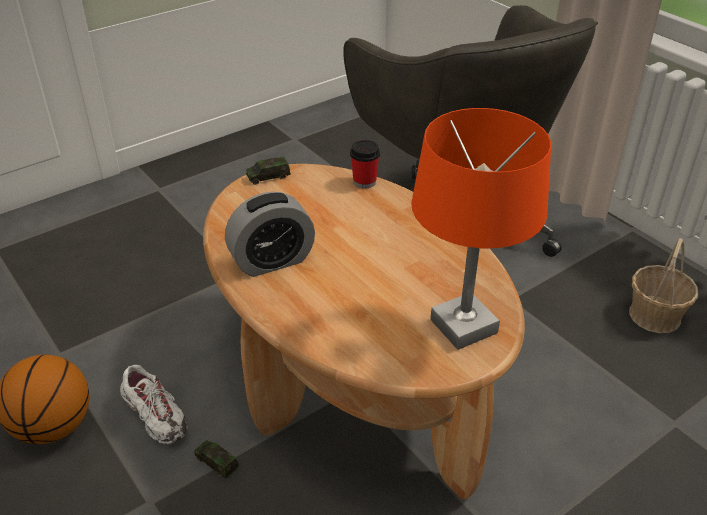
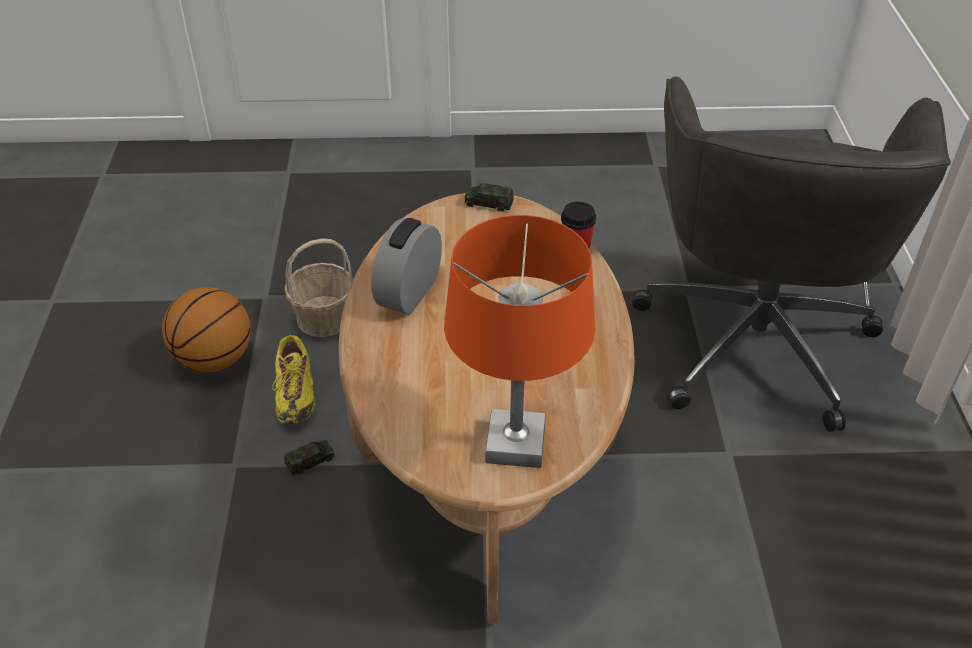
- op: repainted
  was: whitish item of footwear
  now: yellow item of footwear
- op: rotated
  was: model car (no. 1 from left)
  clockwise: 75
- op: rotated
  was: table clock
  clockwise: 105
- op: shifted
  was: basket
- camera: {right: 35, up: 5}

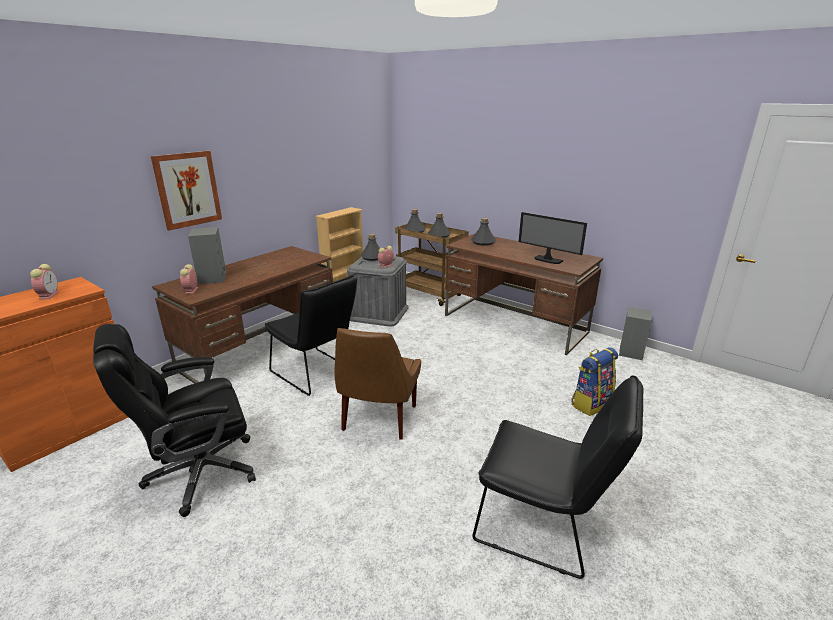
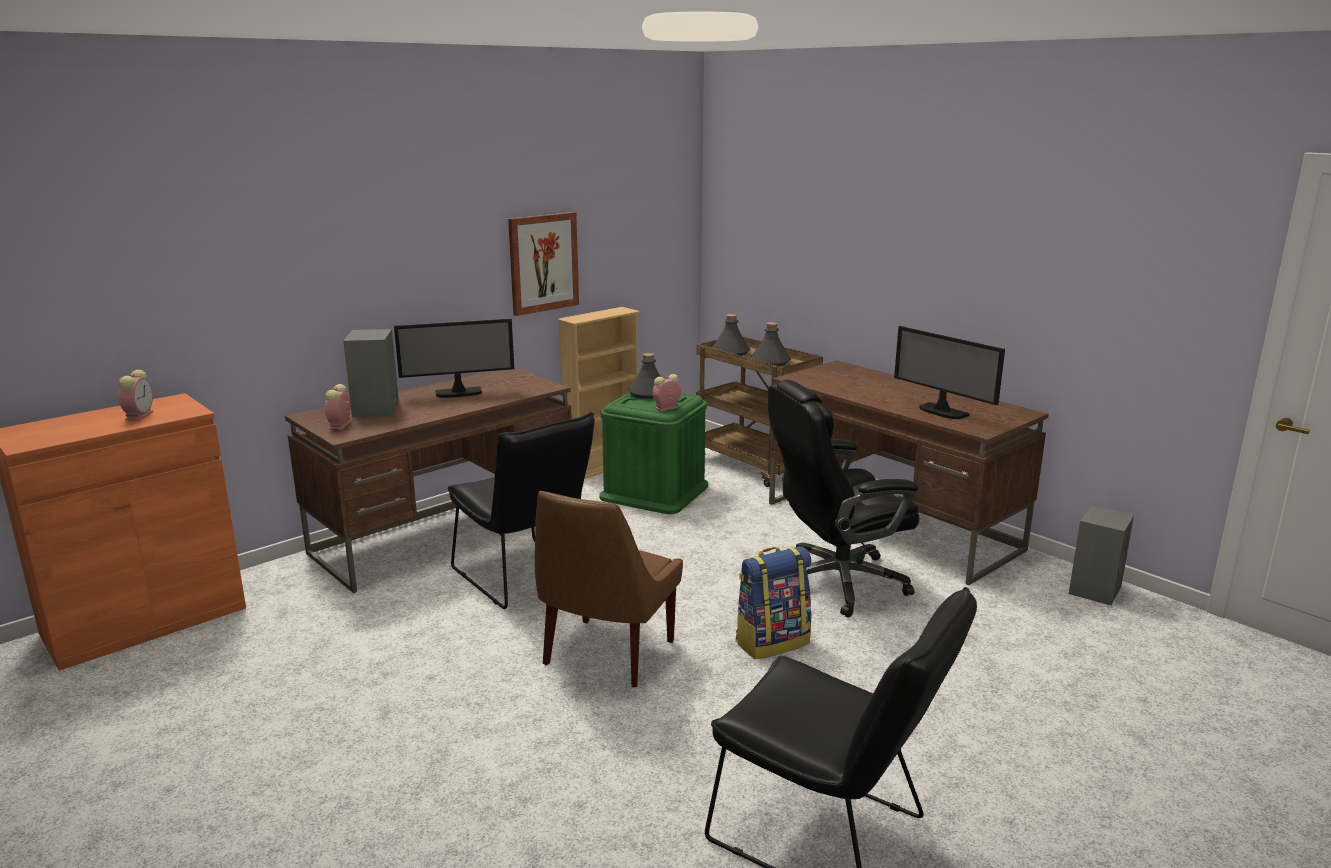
- op: shifted
  was: black-coloured computer chair
- op: shifted
  was: wall art
- op: repainted
  was: greyish storage box
  now: green storage box
- op: gone
  was: greyish bottle (no. 4 from left)
- op: shifted
  was: rucksack
- op: new
  now: monitor (no. 1 from left)
- camera: {right: 10, up: -5}

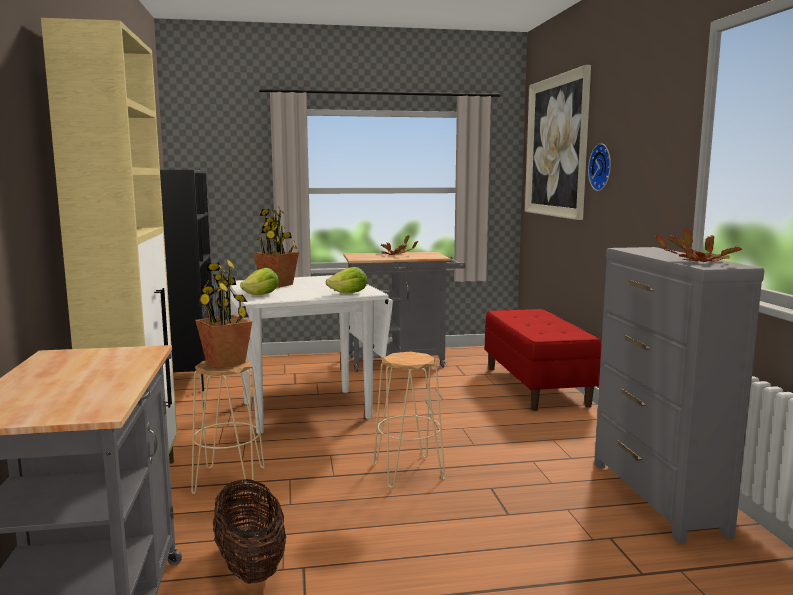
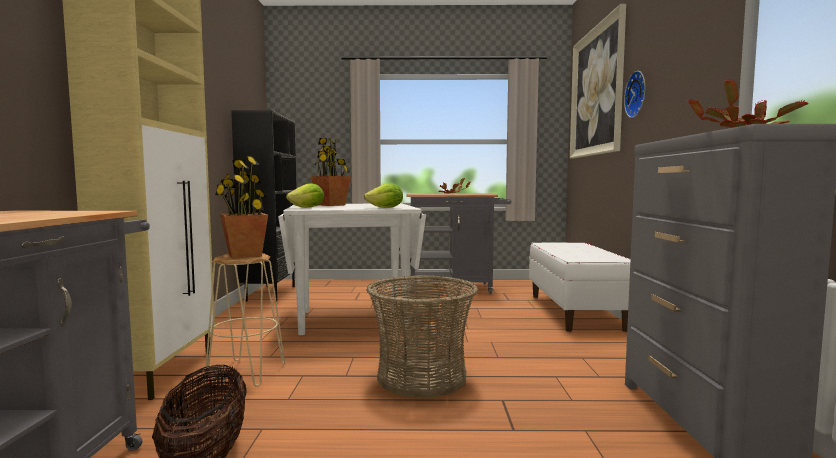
- op: swapped
  was: beige sitting stool (no. 2 from left)
  now: basket (no. 2 from left)
- op: repainted
  was: reddish bench
  now: whitish bench
- camera: {right: 10, up: -5}

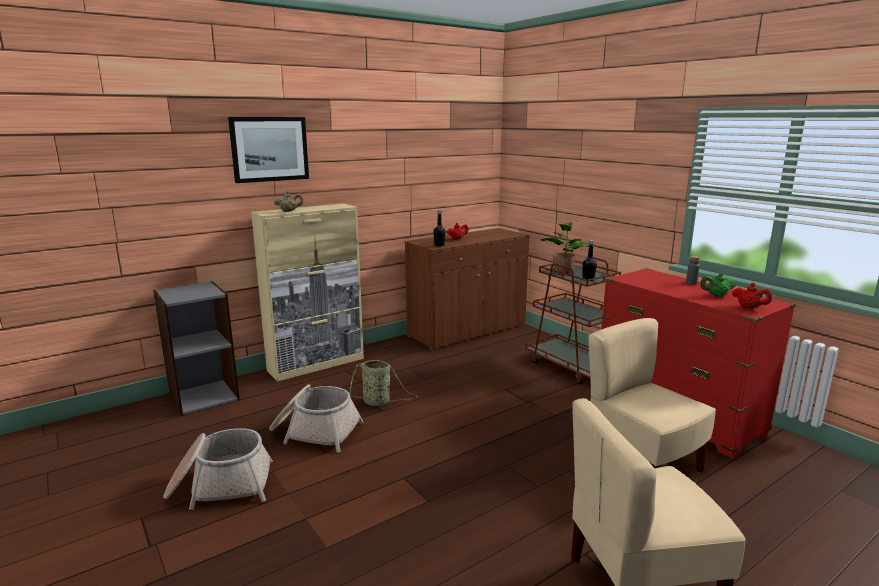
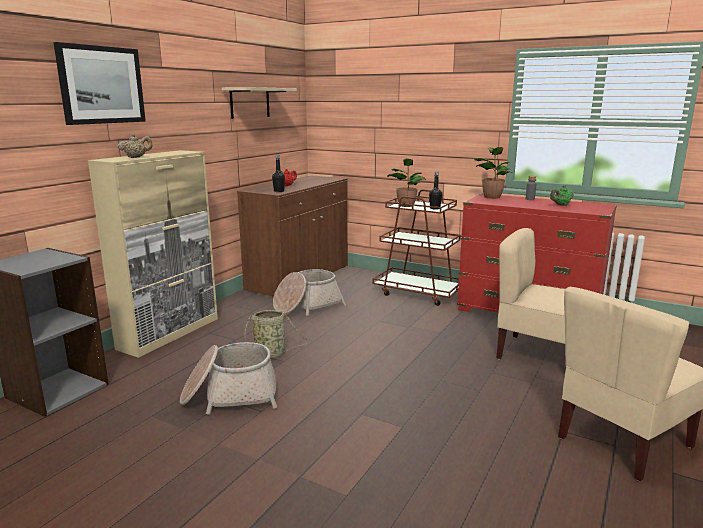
- op: shifted
  was: basket (no. 1 from left in the first image)
  now: basket (no. 3 from left)
- op: gone
  was: reddish teapot (no. 2 from left)
- op: new
  now: beige wall shelf
- op: new
  now: houseplant (no. 2 from left)
- camera: {right: -25, up: 0}

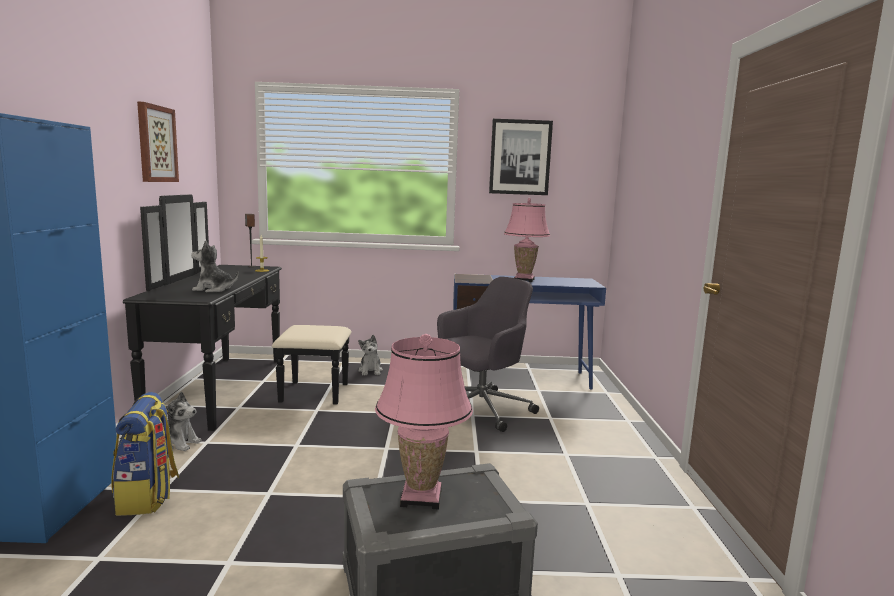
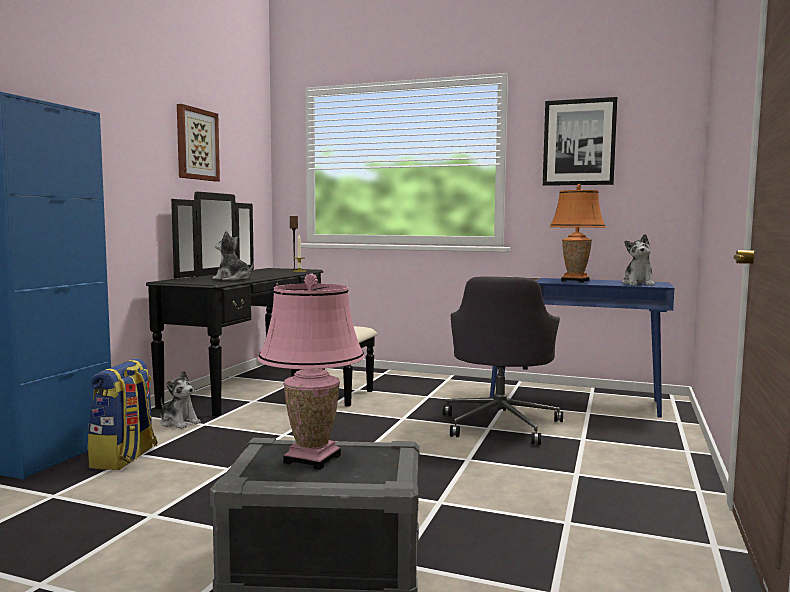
- op: shifted
  was: cuddly toy (no. 3 from left)
- op: rotated
  was: greyish computer chair
  clockwise: 120
- op: repainted
  was: pink-coloured tabletop lamp (no. 2 from left)
  now: orangey tabletop lamp
- camera: {right: 20, up: -5}

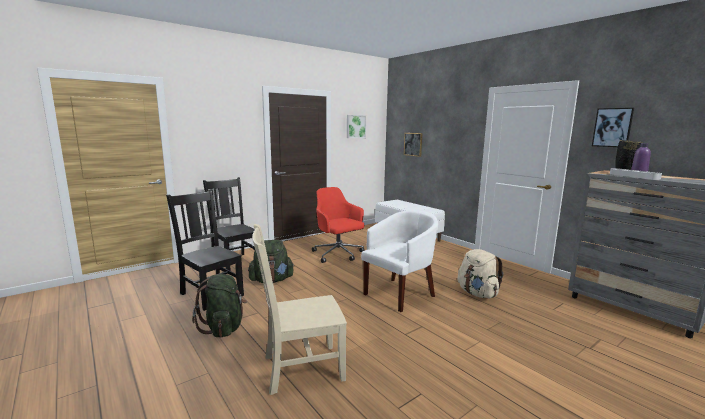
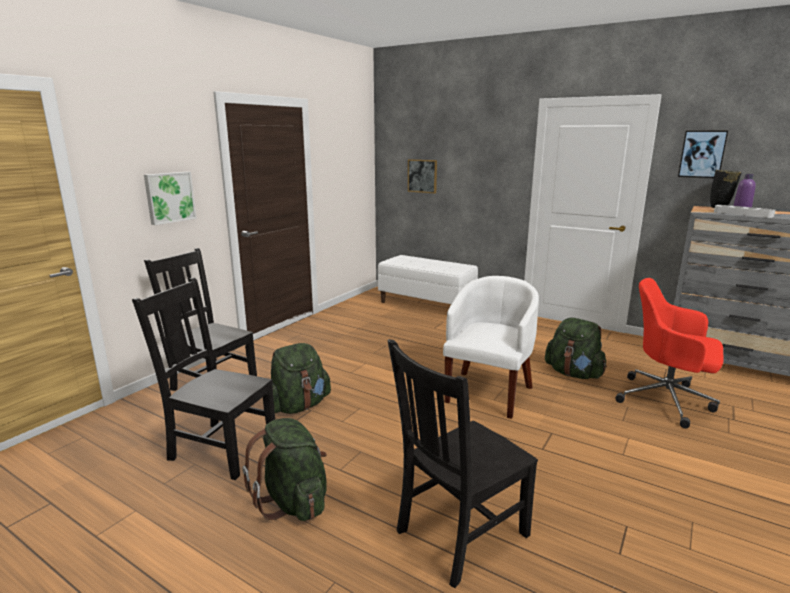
- op: repainted
  was: beige plain chair
  now: black-coloured plain chair (no. 3 from left)
- op: shifted
  was: reddish computer chair
- op: shifted
  was: wall art (no. 1 from left)
- op: repainted
  was: beige rucksack
  now: green rucksack (no. 3 from left)
- camera: {right: -20, up: 5}

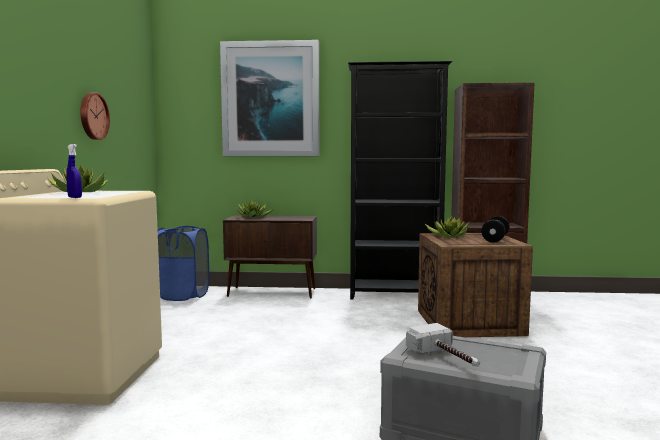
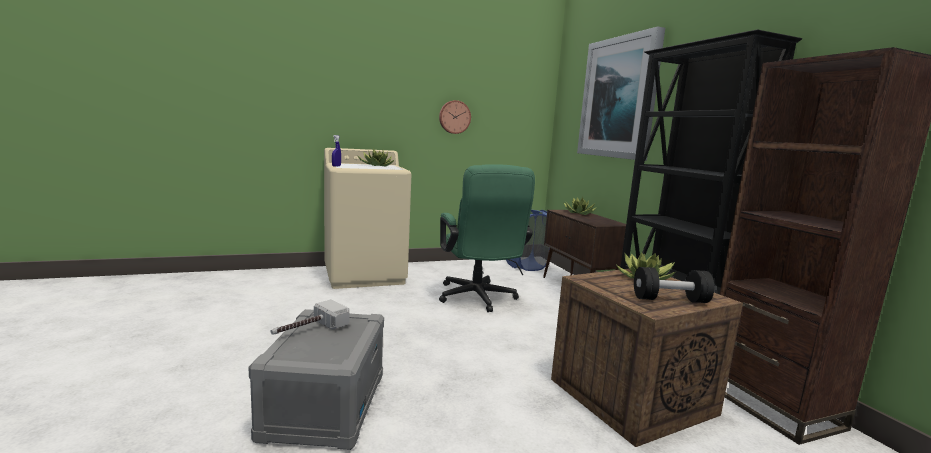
- op: new
  now: green computer chair
- camera: {right: 65, up: 5}

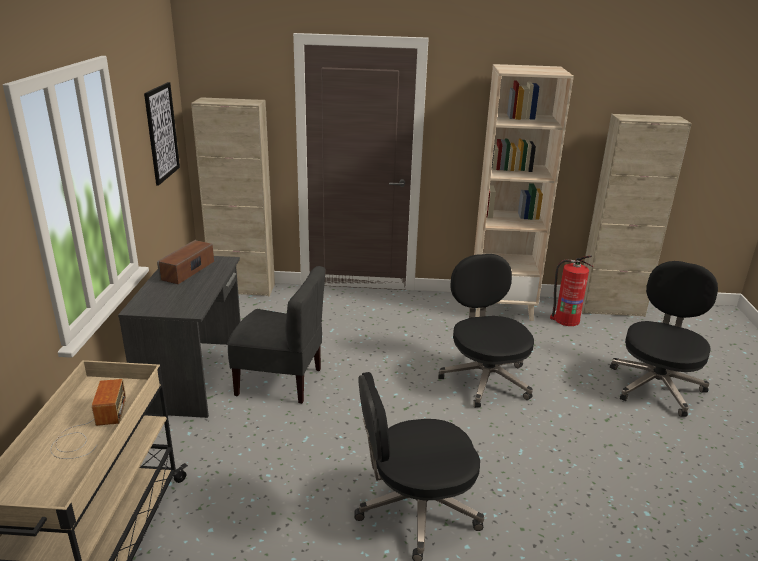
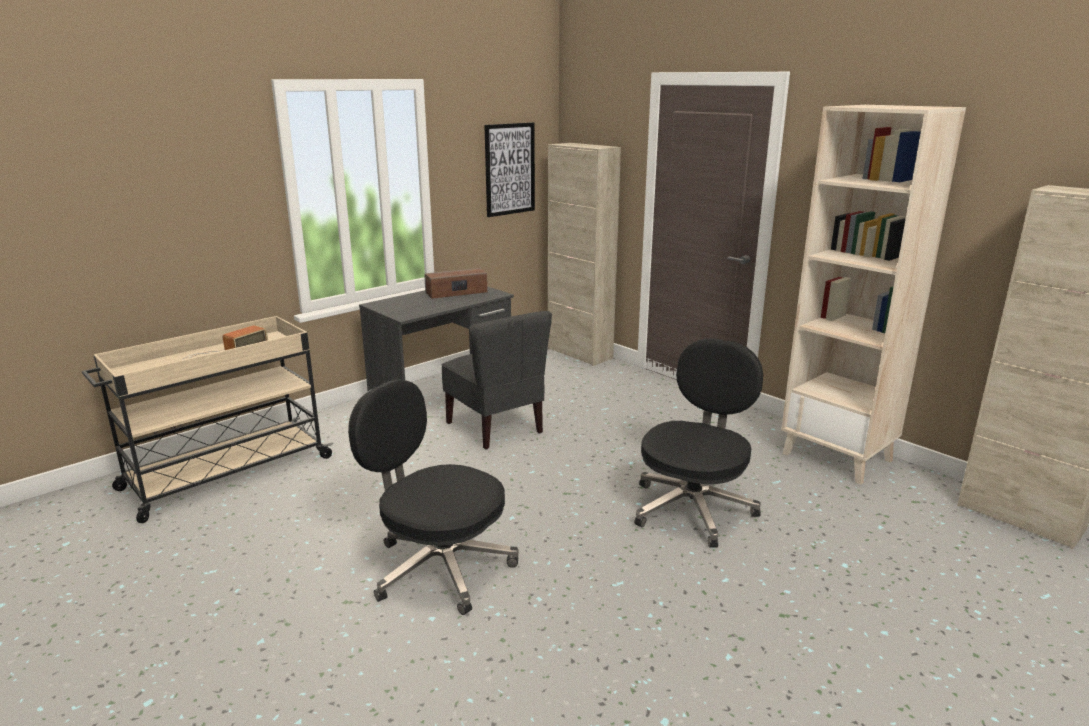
- op: gone
  was: extinguisher
- op: gone
  was: black-coloured computer chair (no. 3 from left)
- camera: {right: 45, up: -5}

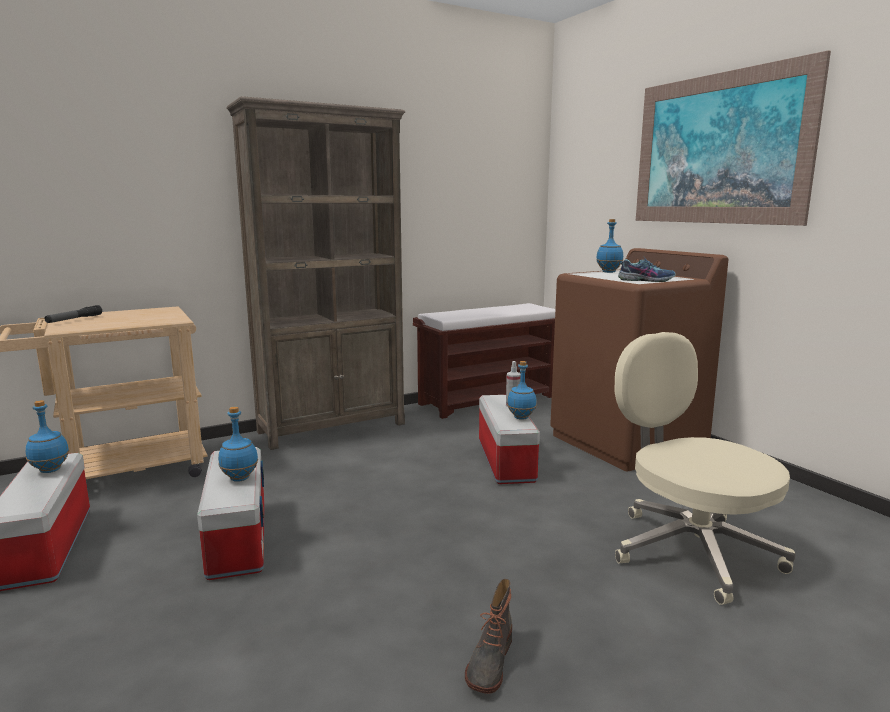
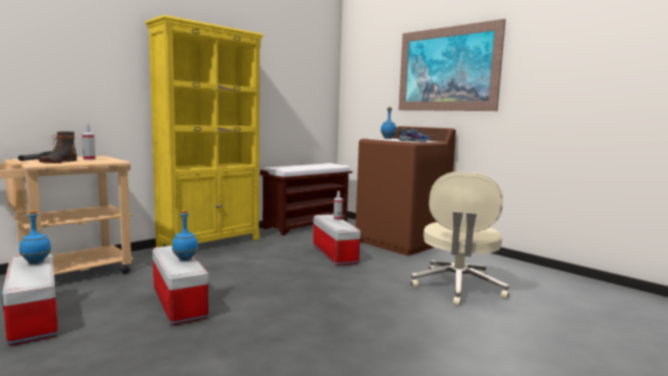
- op: repainted
  was: brown-coloured bookshelf
  now: yellow bookshelf
- op: shifted
  was: high-top boot
- op: gone
  was: blue bottle (no. 3 from left)
- op: rotated
  was: beige computer chair
  clockwise: -120
- op: new
  now: sprayer (no. 1 from left)
- camera: {right: -15, up: -5}

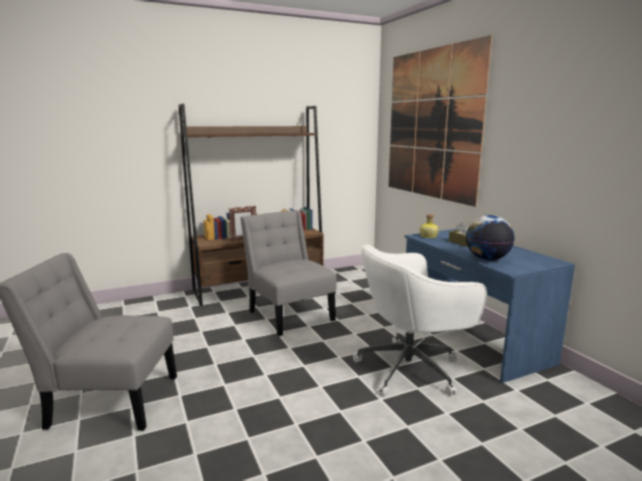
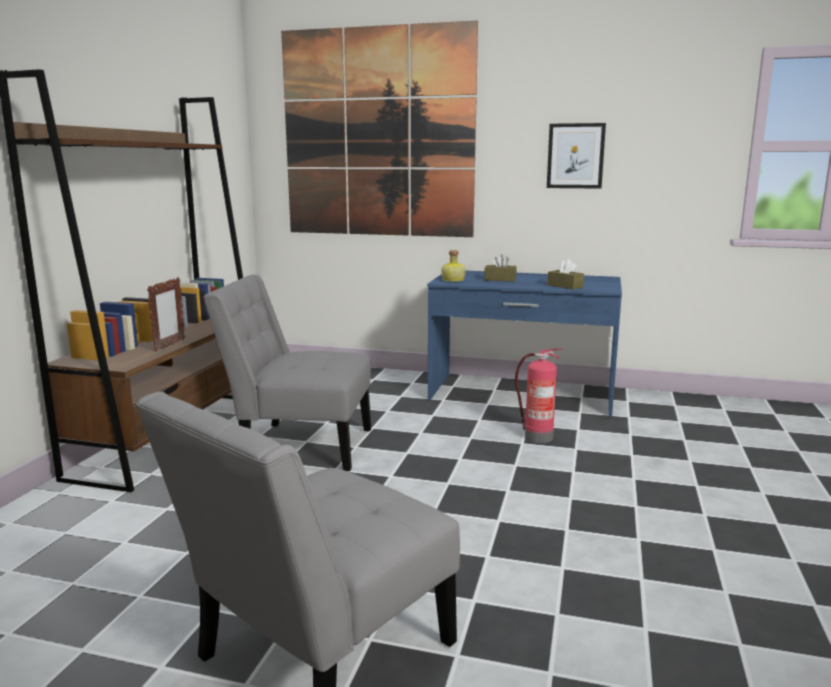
- op: swapped
  was: whitish computer chair
  now: extinguisher
- op: swapped
  was: desk globe
  now: brown-coloured box of tissues (no. 2 from left)
- op: new
  now: wall art (no. 2 from left)
- camera: {right: -50, up: 0}

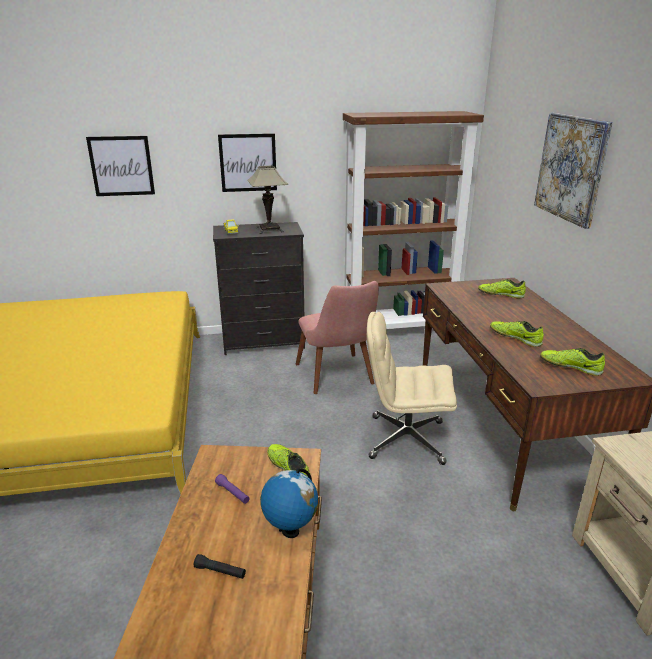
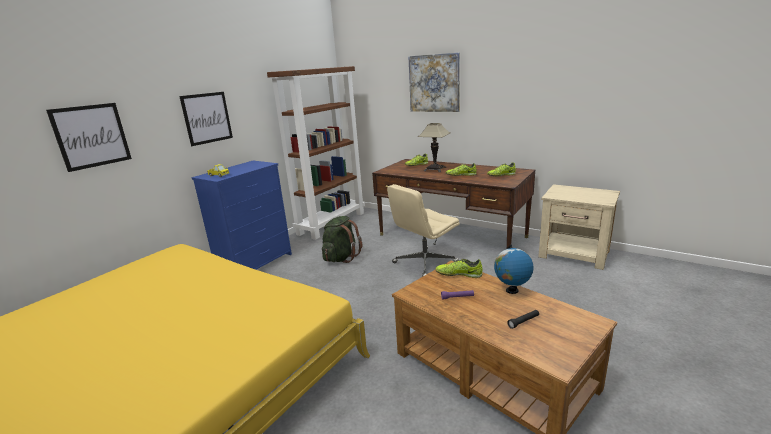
- op: repainted
  was: black-coloured dresser
  now: blue dresser
- op: shifted
  was: tabletop lamp
- op: swapped
  was: pink-coloured plain chair
  now: green rucksack
- camera: {right: -45, up: -5}

